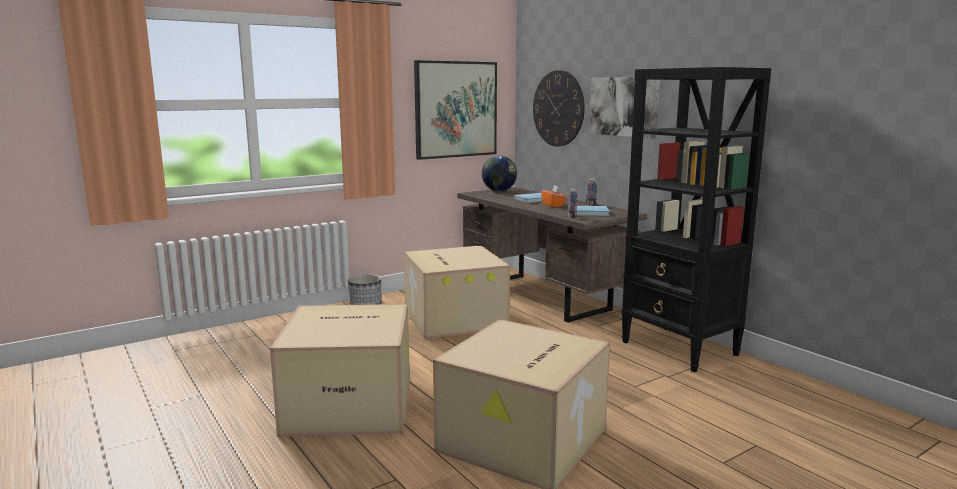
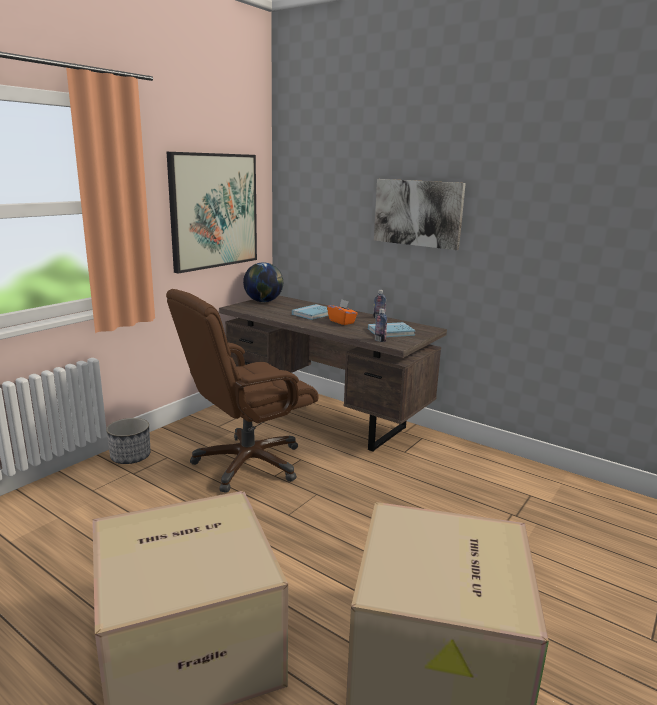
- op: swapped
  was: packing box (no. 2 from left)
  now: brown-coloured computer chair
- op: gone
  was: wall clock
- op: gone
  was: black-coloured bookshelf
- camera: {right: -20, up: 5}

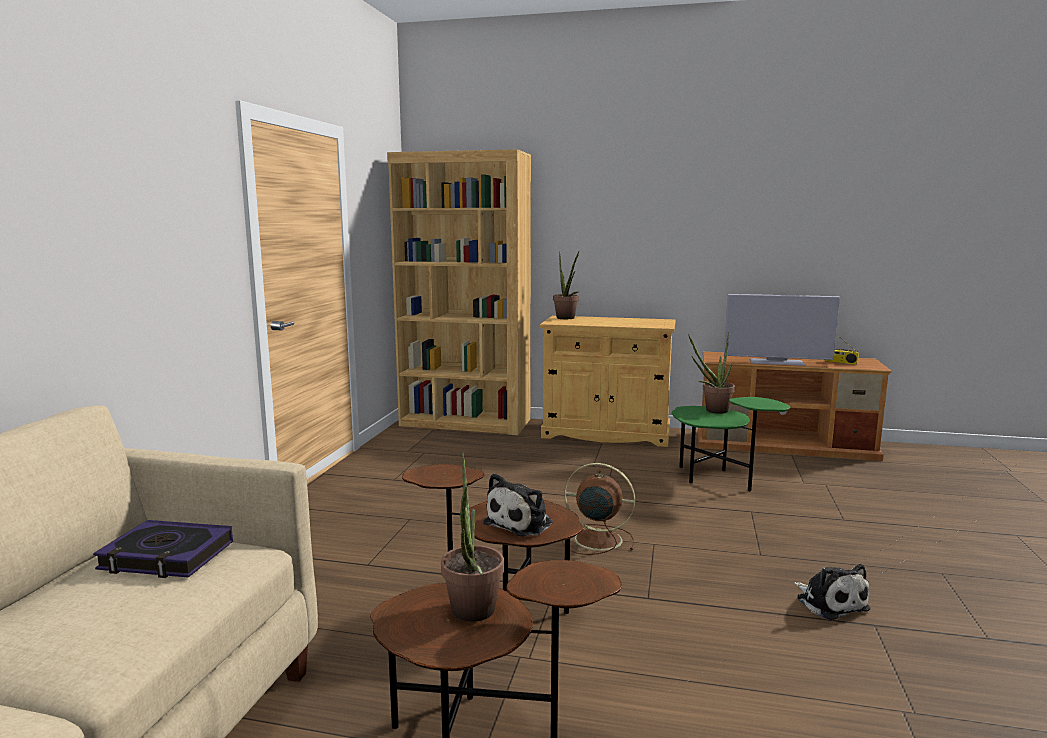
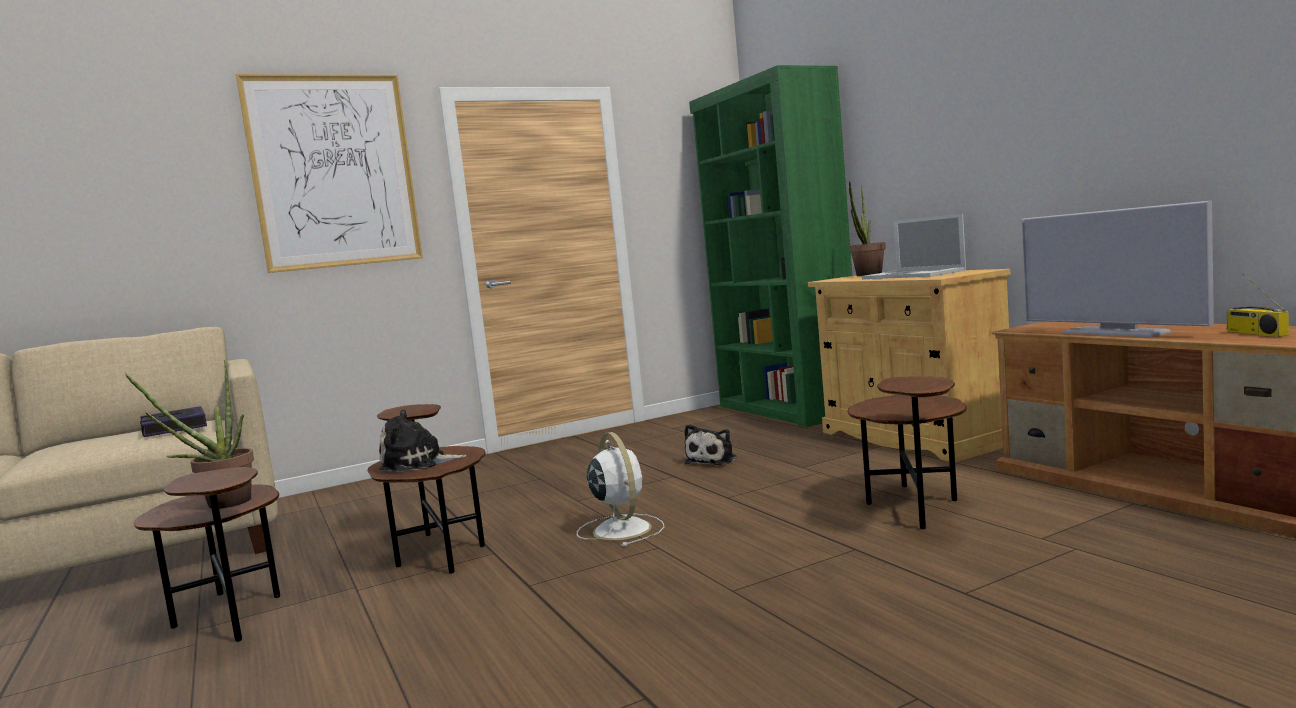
- op: repainted
  was: brown-coloured bookshelf
  now: green bookshelf
- op: repainted
  was: brown-coloured fan
  now: whitish fan
- op: repainted
  was: green accent table
  now: brown-coloured accent table (no. 3 from left)
- op: gone
  was: houseplant (no. 3 from left)
- op: shifted
  was: cuddly toy (no. 2 from left)
- op: new
  now: wall art
- op: new
  now: notebook computer
- camera: {right: 50, up: -5}

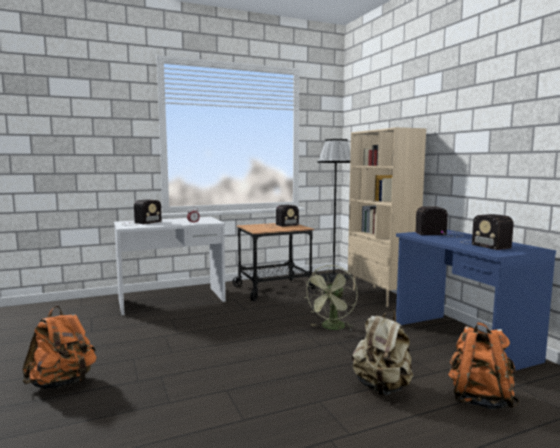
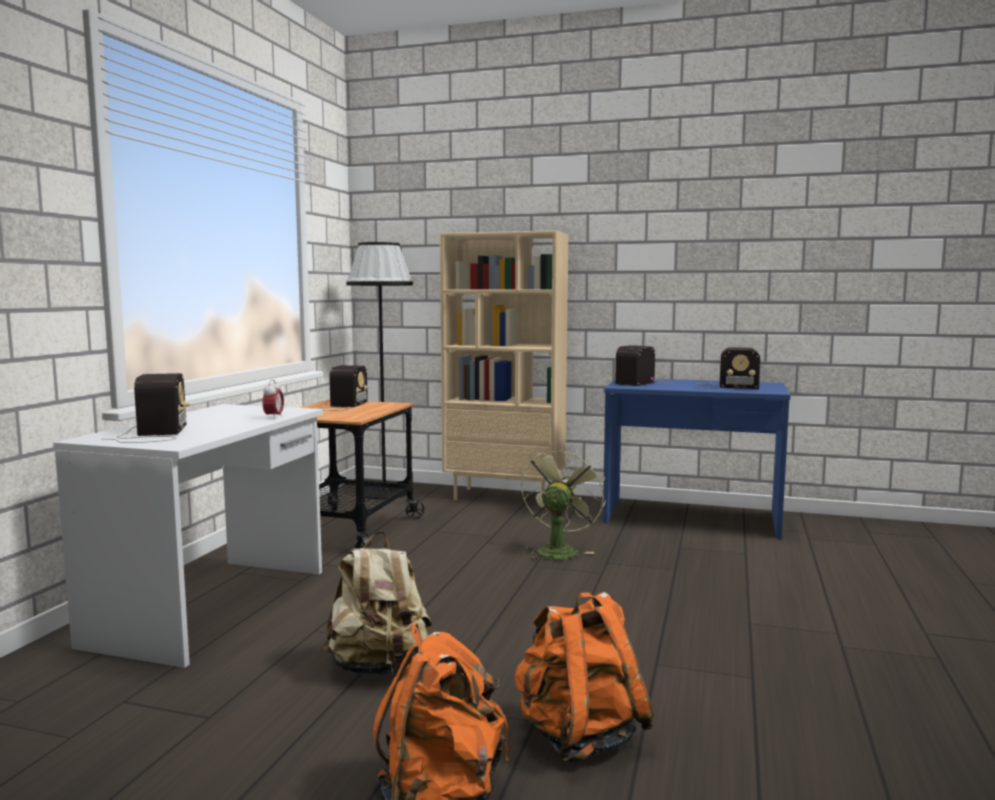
- op: rotated
  was: green fan
  clockwise: -135
- op: shifted
  was: beige rucksack
- op: shifted
  was: orangey rucksack (no. 2 from left)
- camera: {right: -50, up: 0}

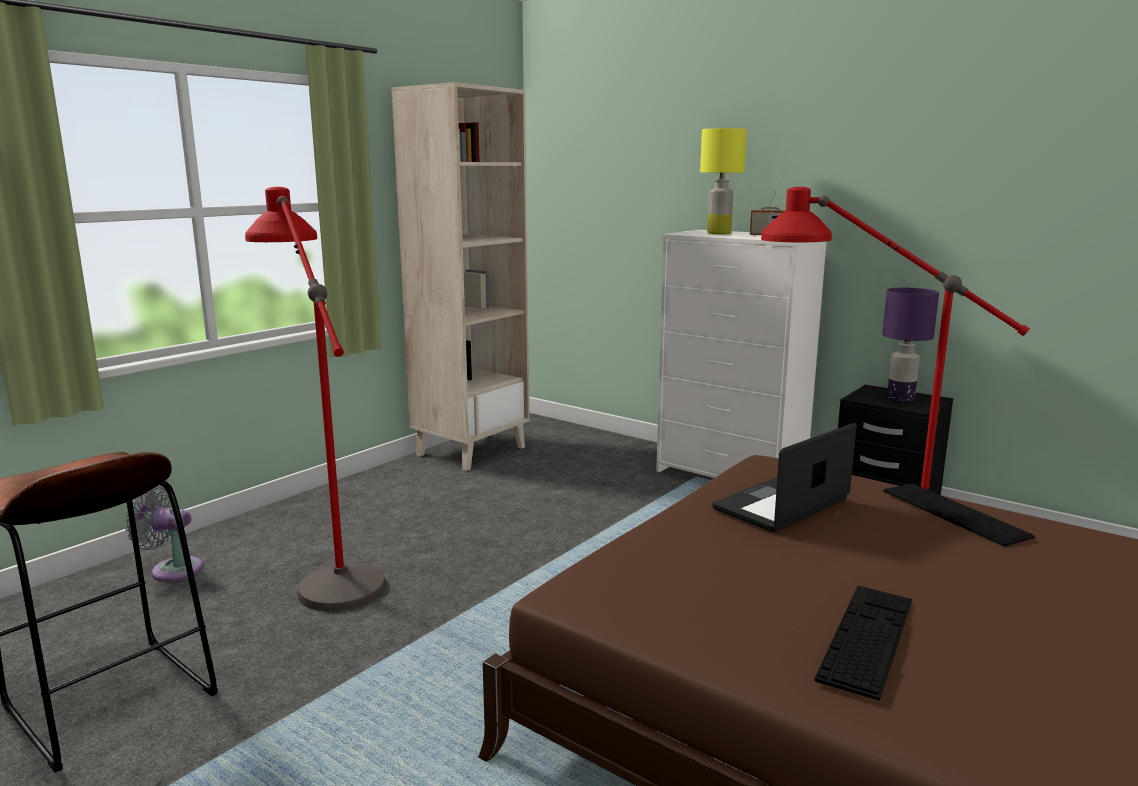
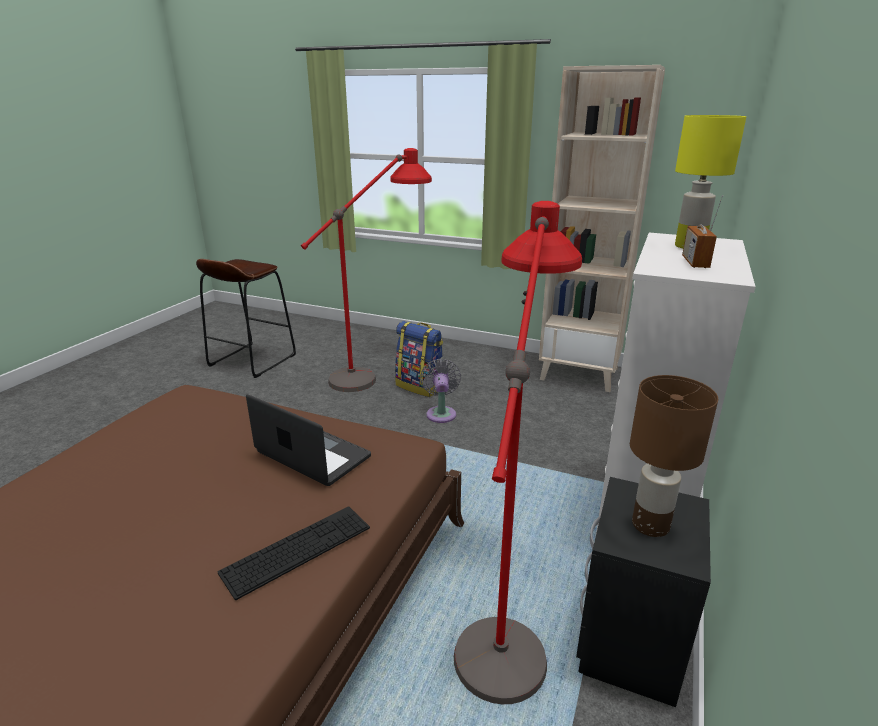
- op: shifted
  was: greyish fan
- op: gone
  was: keyboard (no. 1 from left)
- op: repainted
  was: purple tabletop lamp
  now: brown-coloured tabletop lamp
- op: new
  now: rucksack
- camera: {right: 75, up: 10}

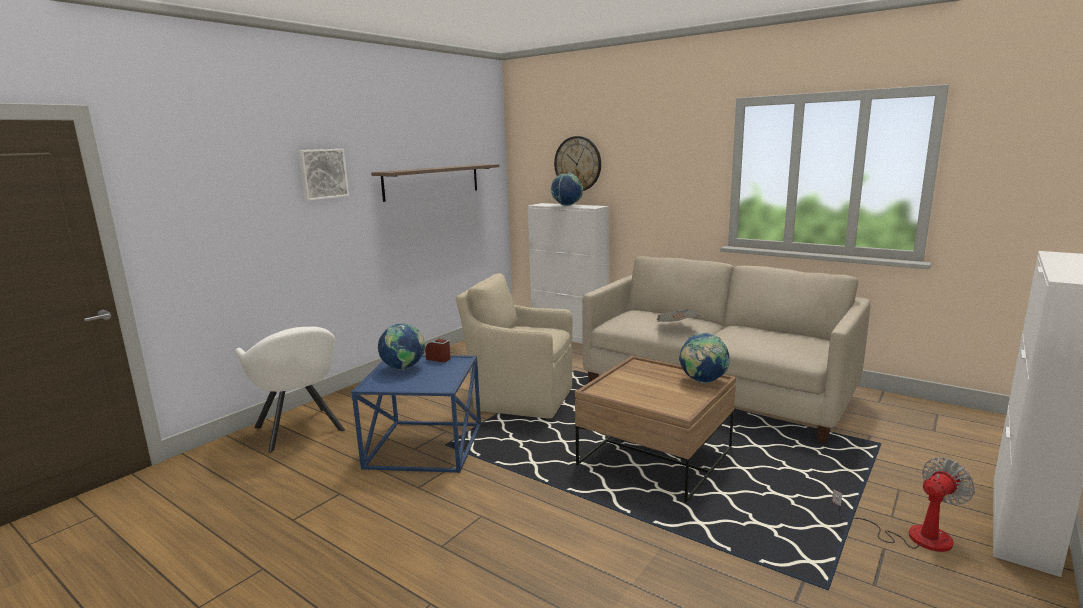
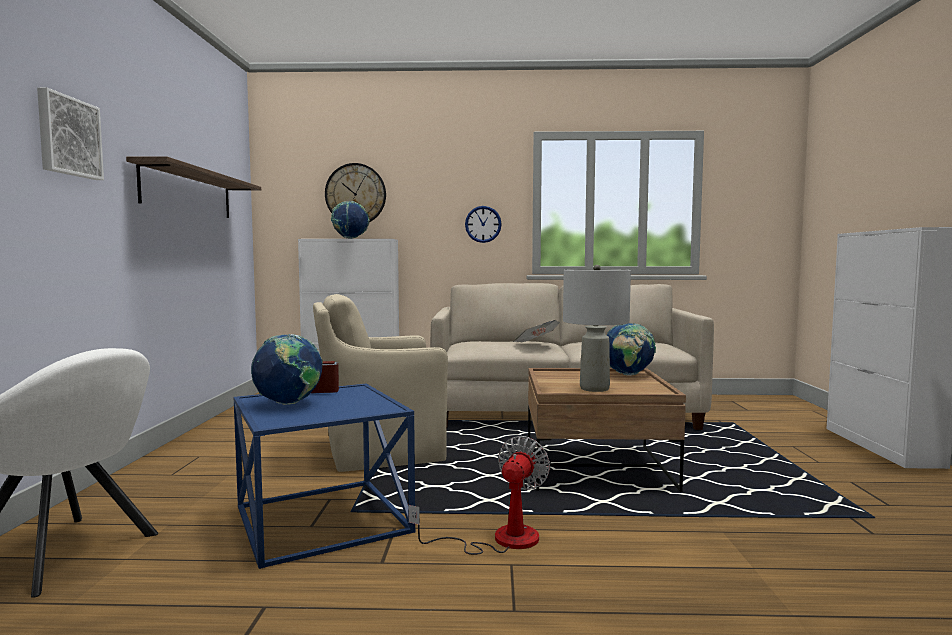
- op: shifted
  was: fan
- op: new
  now: wall clock (no. 2 from left)
- op: new
  now: greyish tabletop lamp
- camera: {right: -35, up: -10}

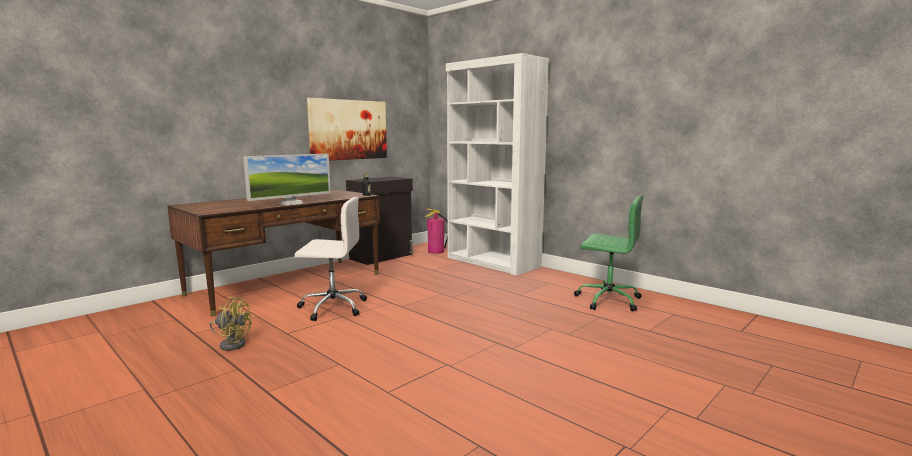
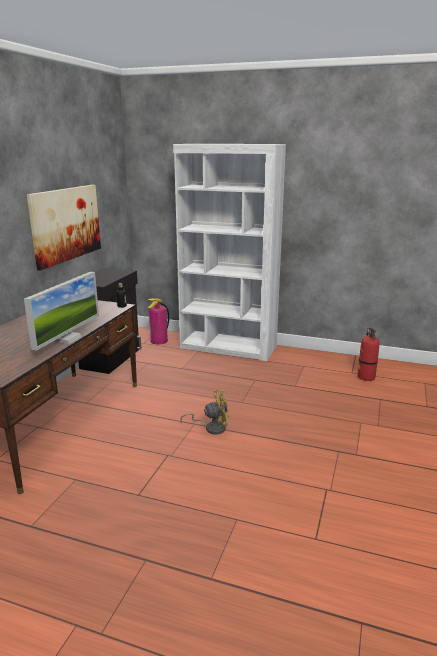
- op: shifted
  was: yellow fan
- op: gone
  was: whitish computer chair
- op: swapped
  was: green computer chair
  now: extinguisher (no. 2 from left)
- camera: {right: -25, up: 10}

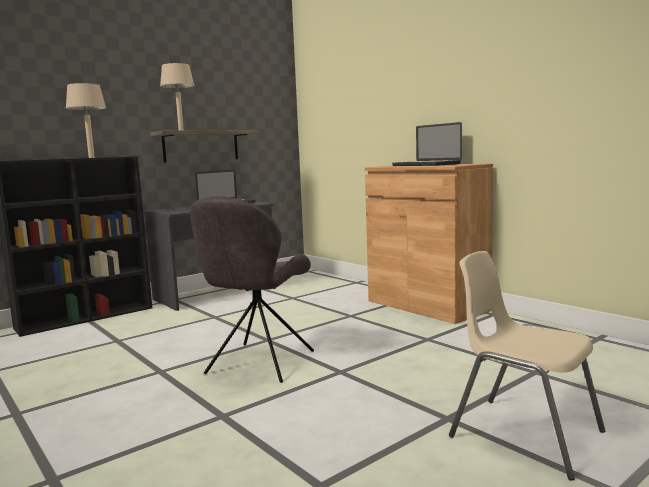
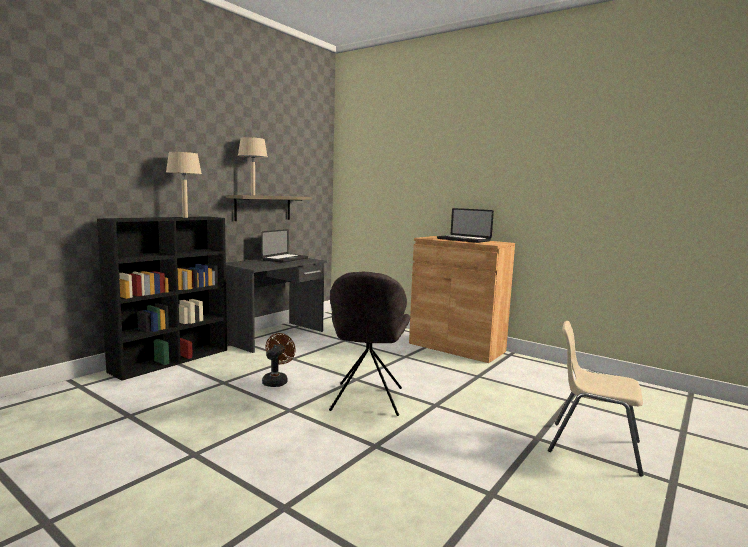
- op: new
  now: brown-coloured fan
- camera: {right: -15, up: 0}

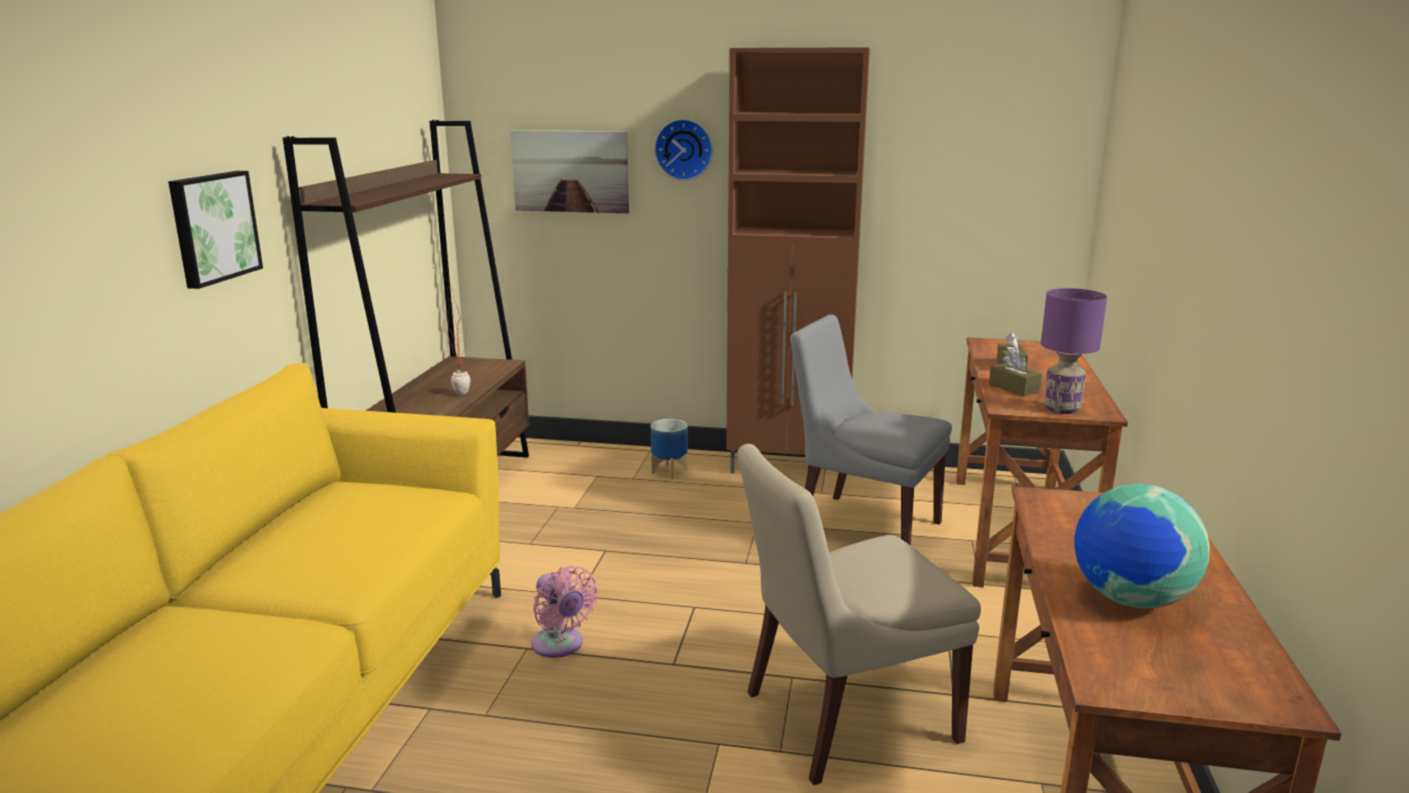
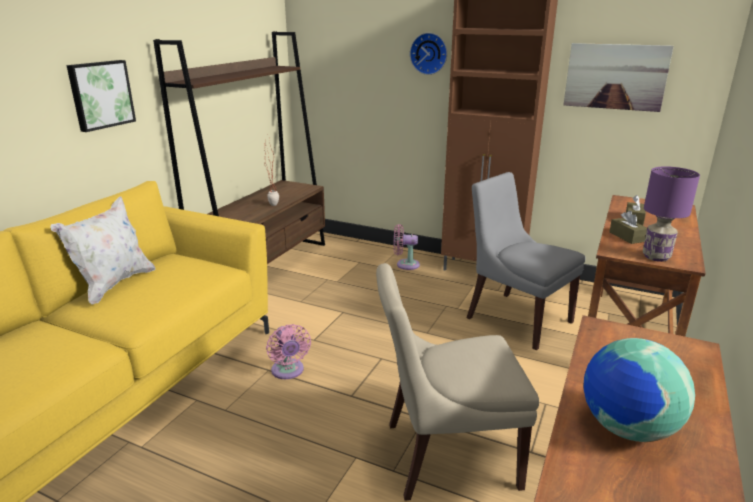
- op: shifted
  was: wall art (no. 2 from left)
- op: swapped
  was: planter
  now: pink-coloured fan (no. 2 from left)
- op: new
  now: whitish pillow
- camera: {right: 15, up: 5}

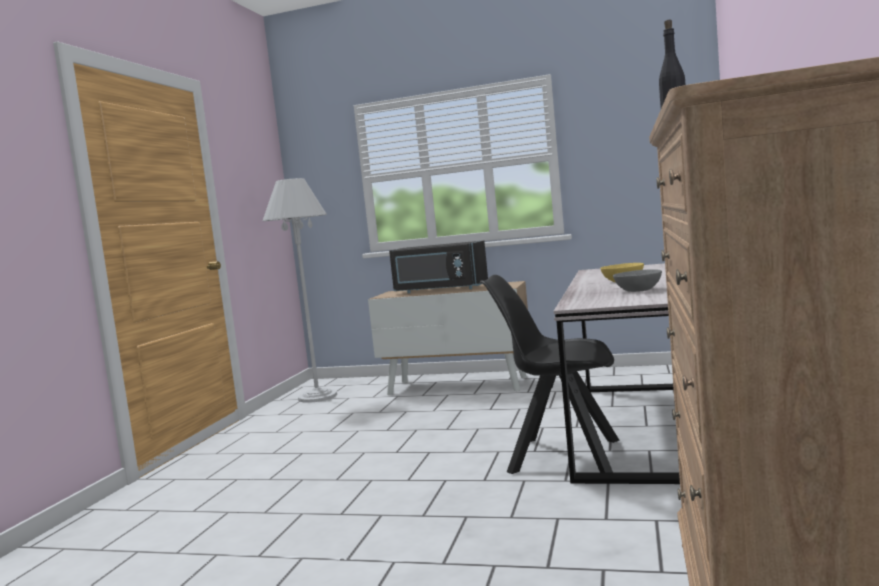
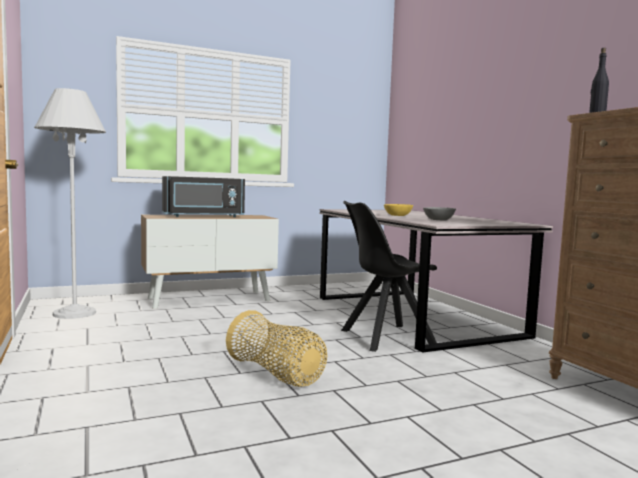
- op: new
  now: basket
- camera: {right: -40, up: 0}

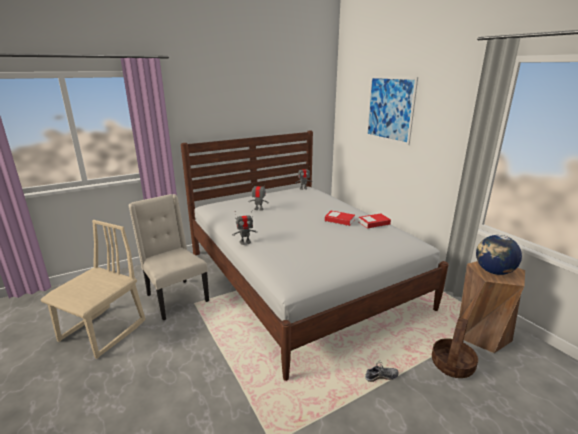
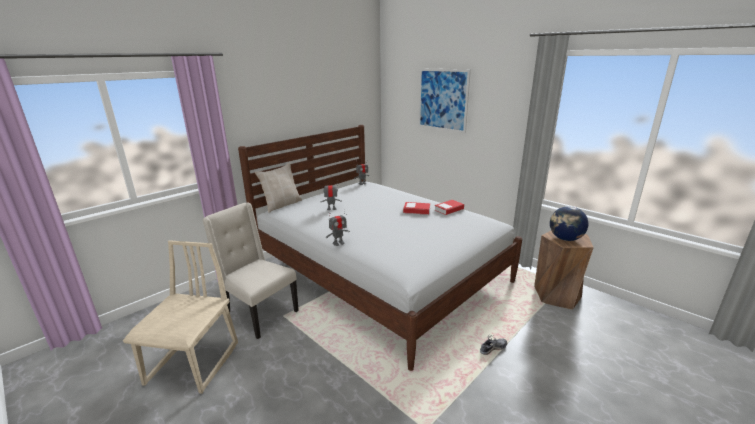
- op: gone
  was: basket
- op: new
  now: beige pillow
- camera: {right: -15, up: 0}

